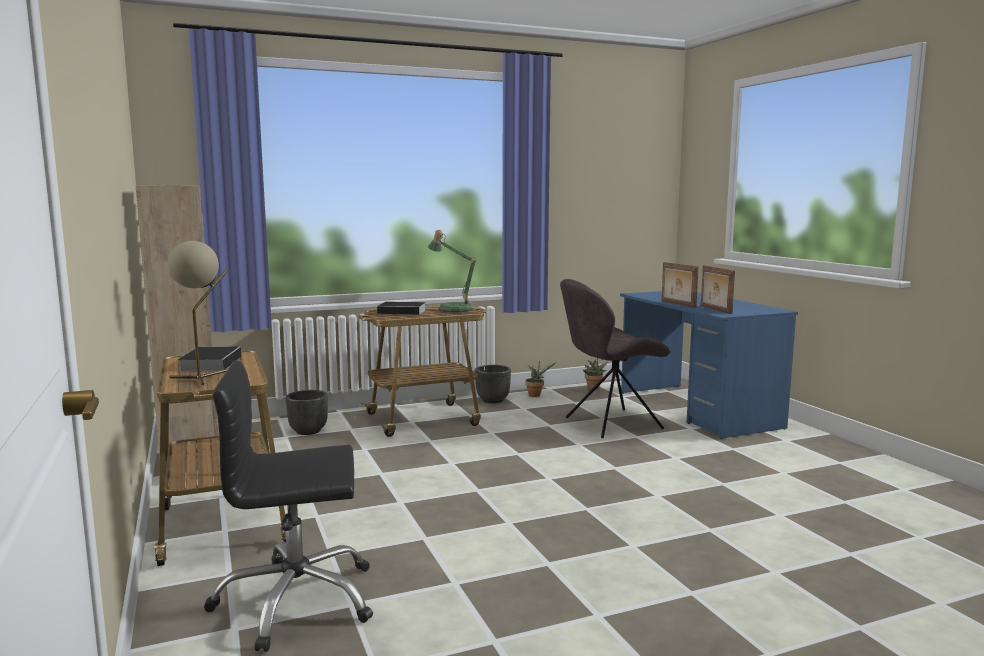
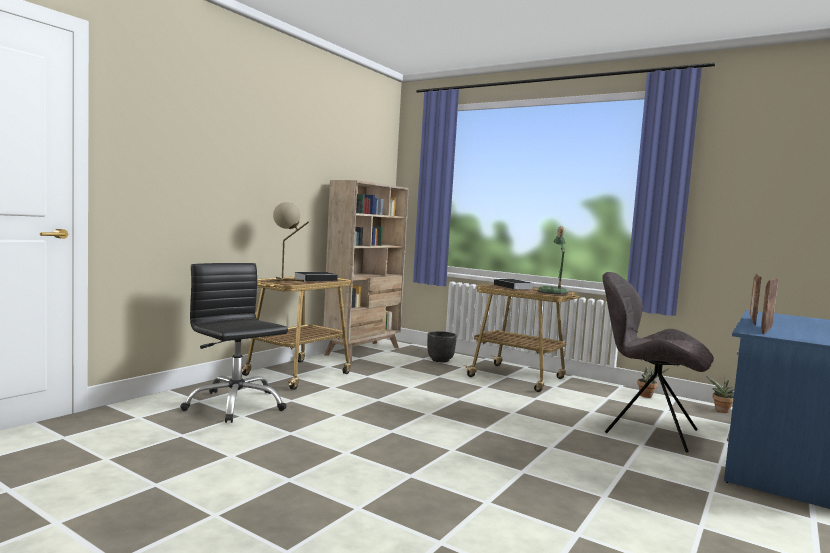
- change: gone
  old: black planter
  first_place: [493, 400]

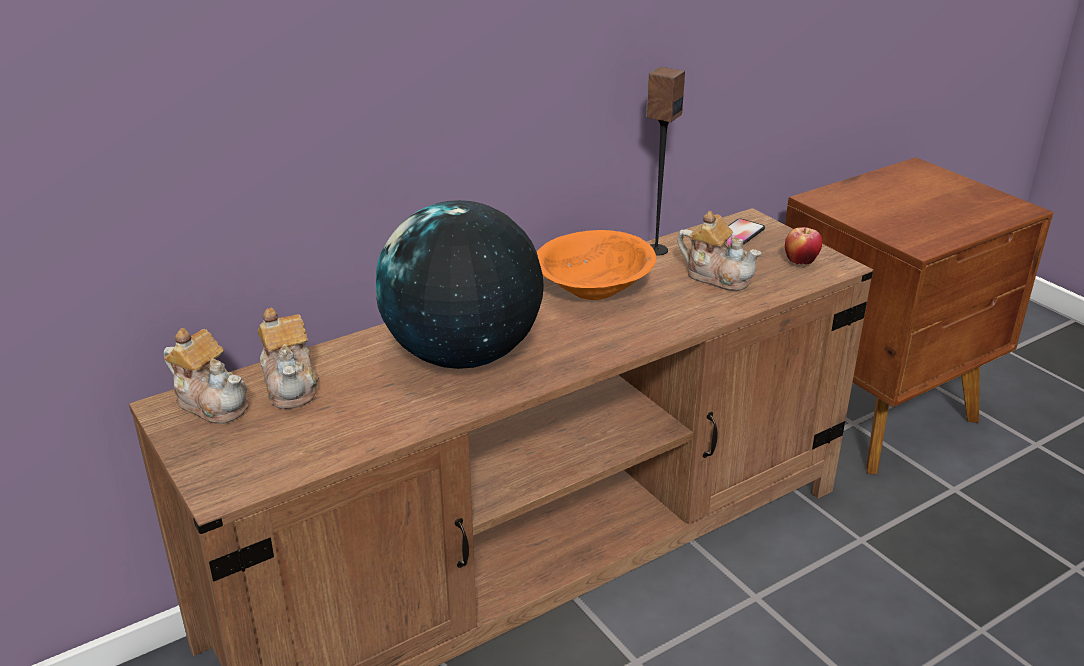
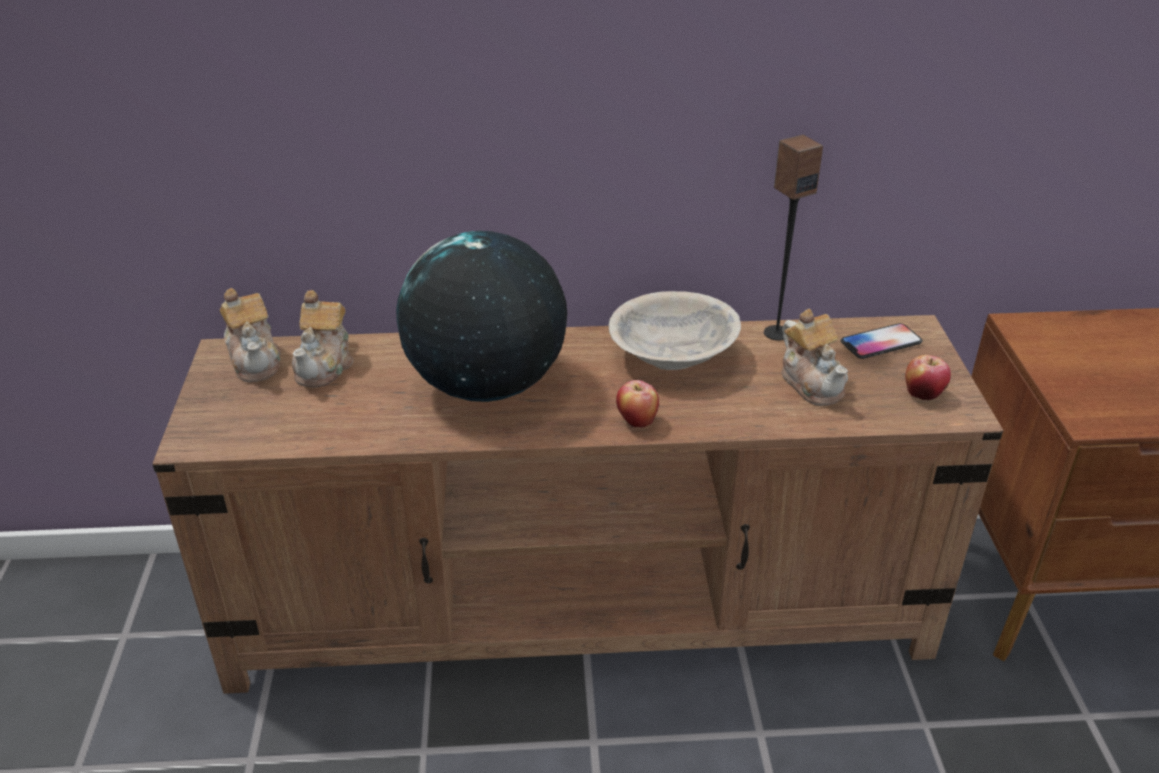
- change: repainted
  old: orange bowl
  new: beige bowl
  first_place: [595, 288]
  second_place: [673, 356]
- change: new
  new: apple
  second_place: [636, 422]

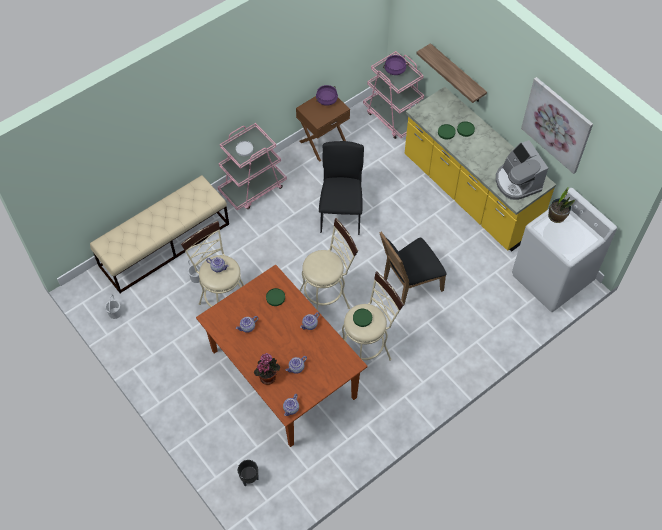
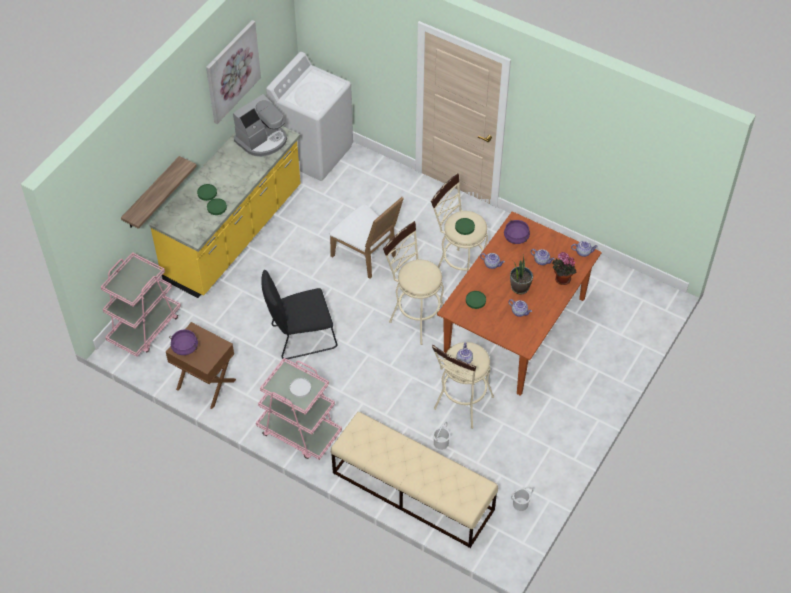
- change: shifted
  old: purple cooking pot
  first_place: [395, 70]
  second_place: [516, 237]
- change: shifted
  old: potted plant
  first_place: [557, 216]
  second_place: [519, 287]
- change: repainted
  old: black chair
  new: white chair
  first_place: [409, 284]
  second_place: [367, 256]
- change: gone
  old: black planter
  first_place: [249, 479]

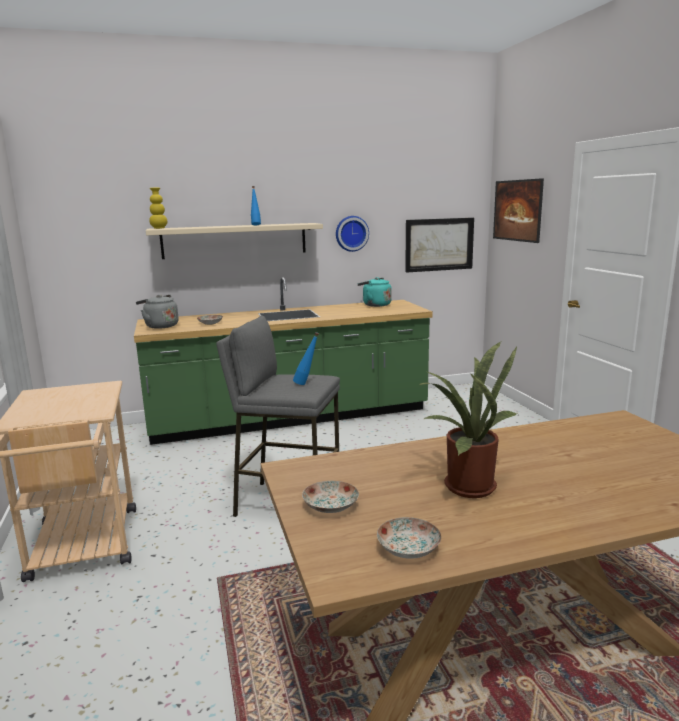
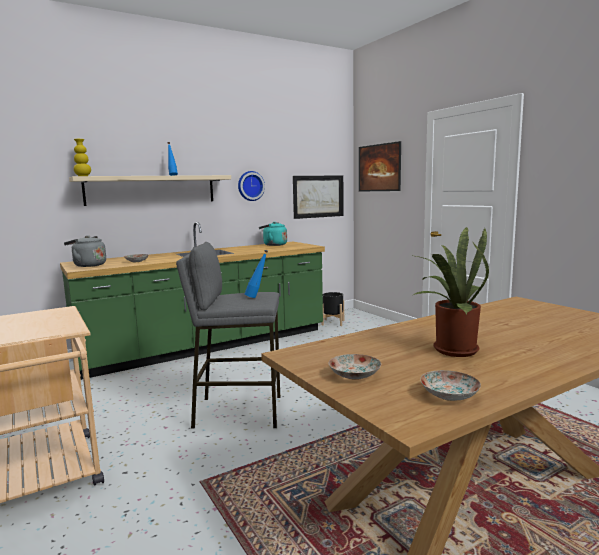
- change: new
  new: black planter
  second_place: [333, 322]

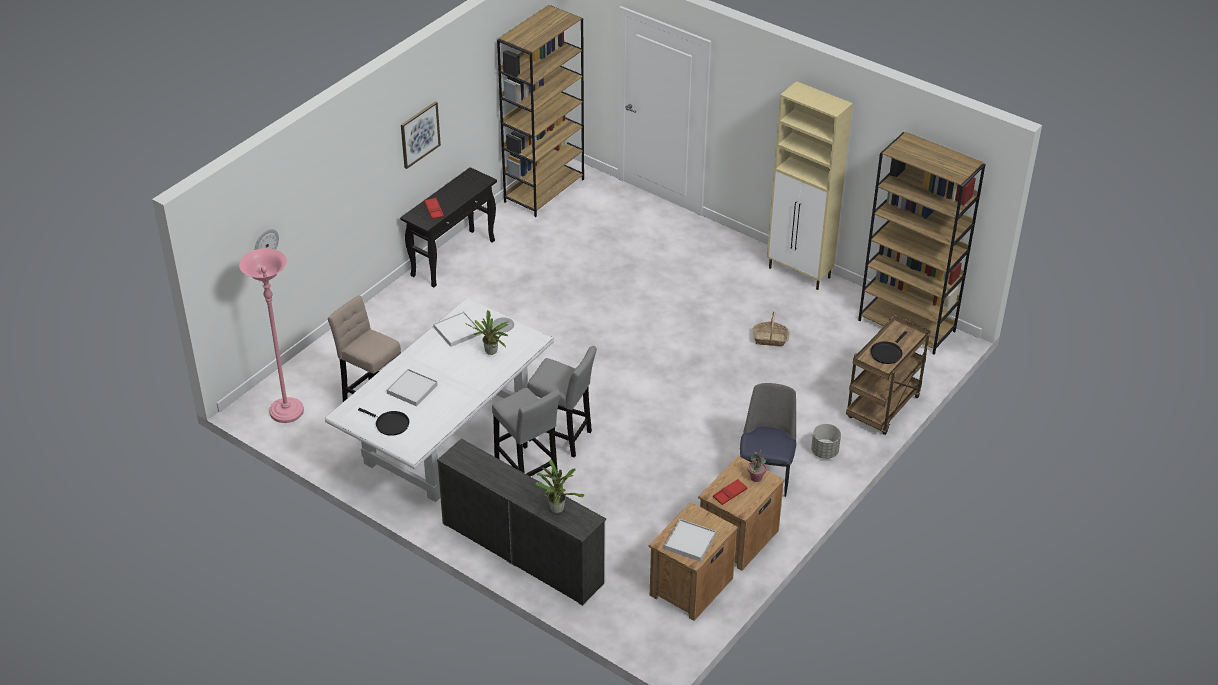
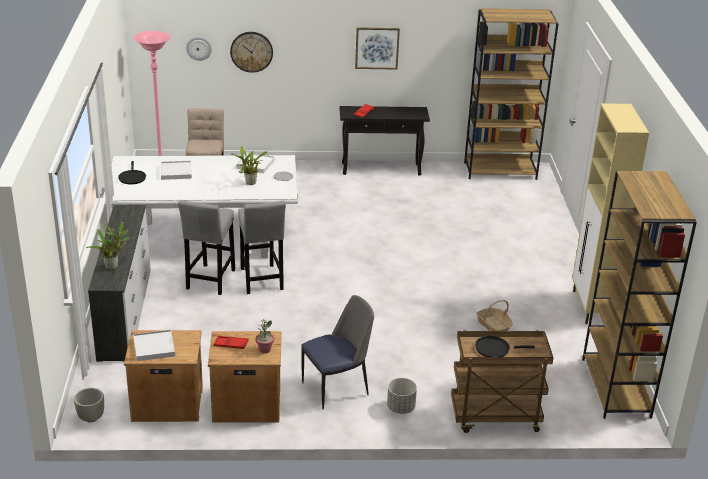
- change: new
  new: wall clock
  second_place: [251, 51]
- change: new
  new: grey planter
  second_place: [91, 417]

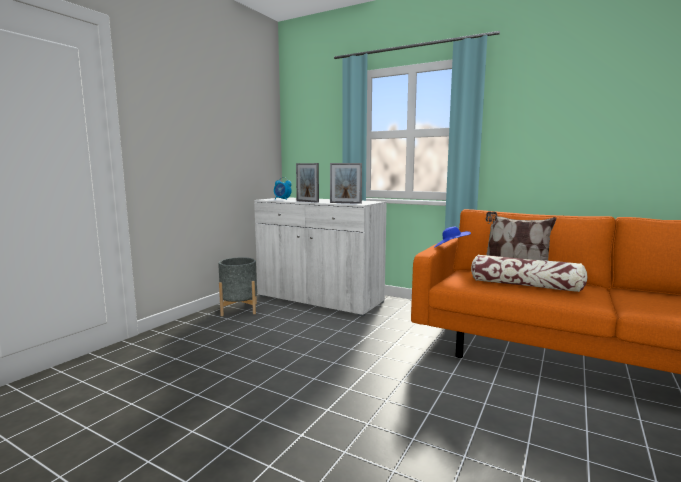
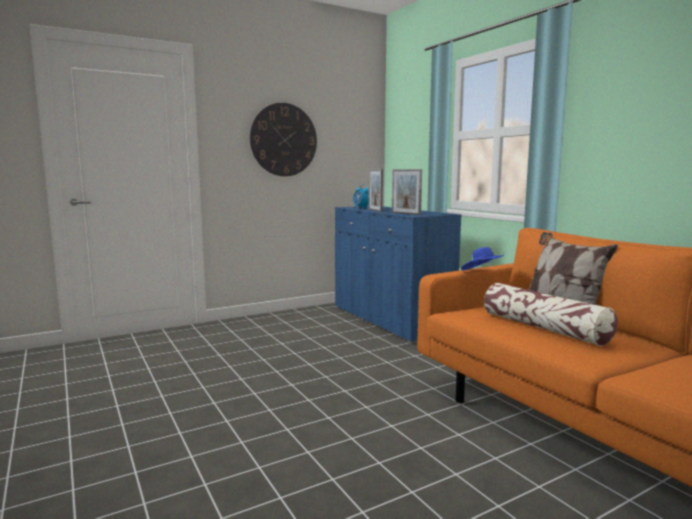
- change: repainted
  old: white cabinet
  new: blue cabinet
  first_place: [319, 299]
  second_place: [390, 320]
- change: gone
  old: grey planter
  first_place: [239, 309]
- change: new
  new: wall clock
  second_place: [284, 140]

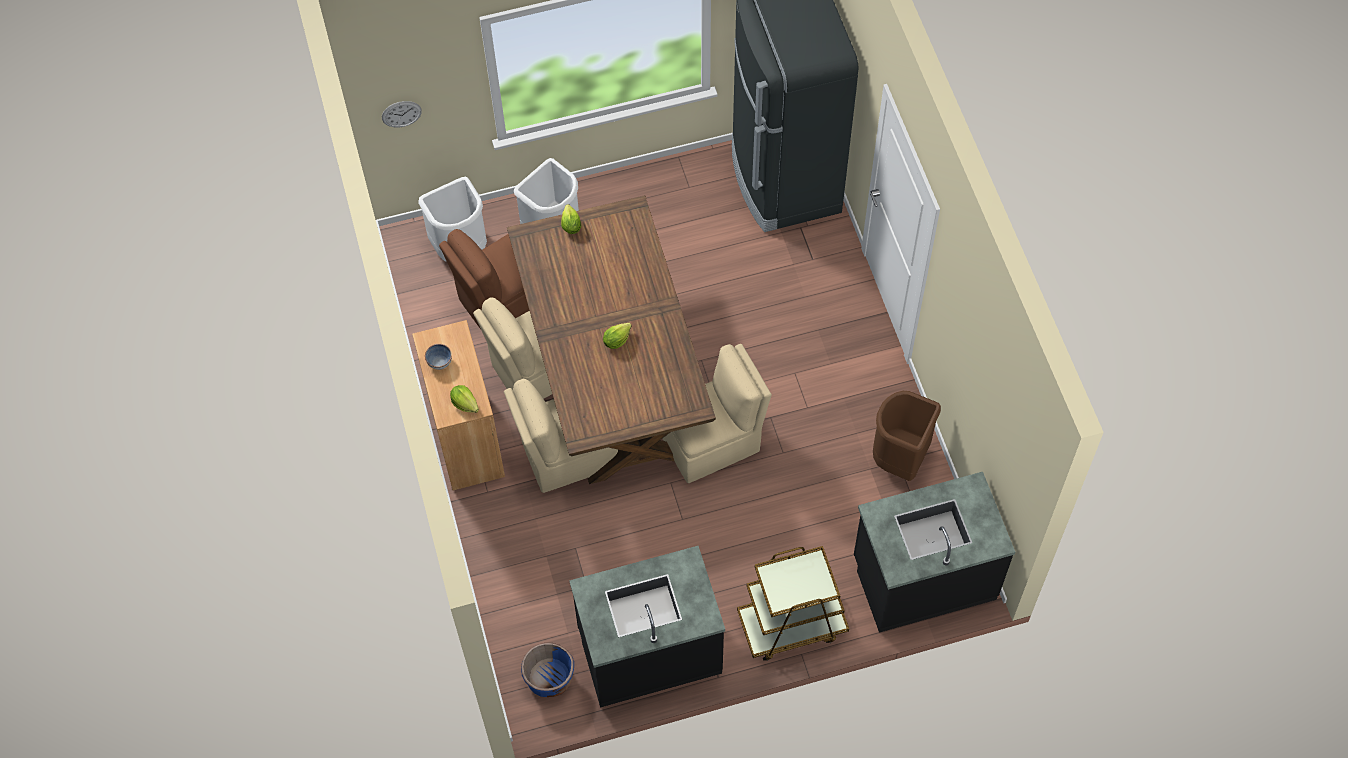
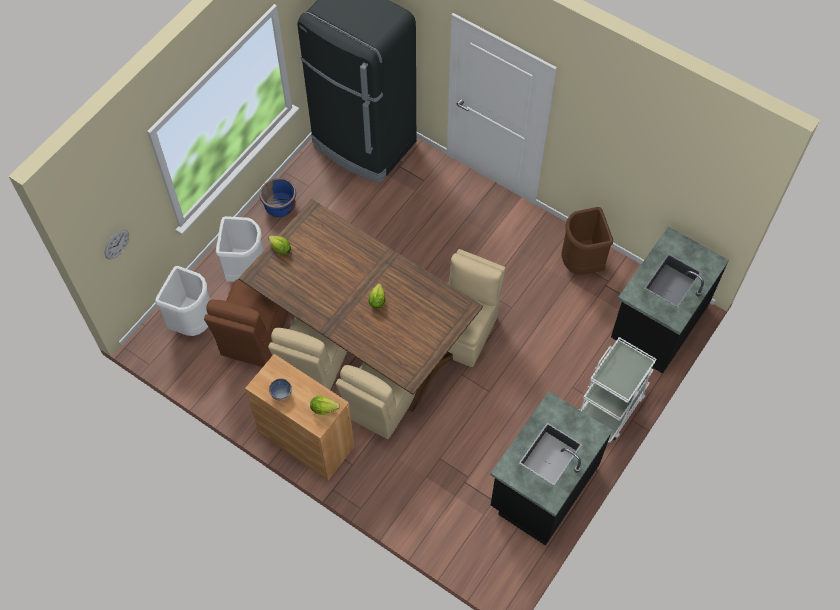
- change: repainted
  old: brown cart
  new: white cart
  first_place: [791, 625]
  second_place: [610, 406]
- change: shifted
  old: blue planter
  first_place: [549, 678]
  second_place: [280, 206]

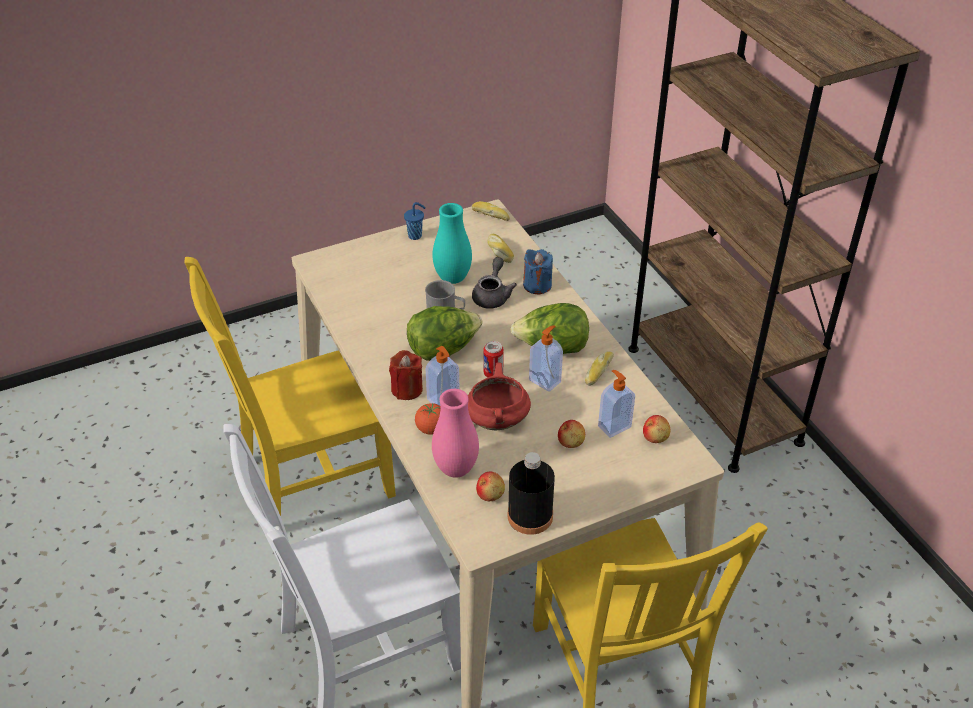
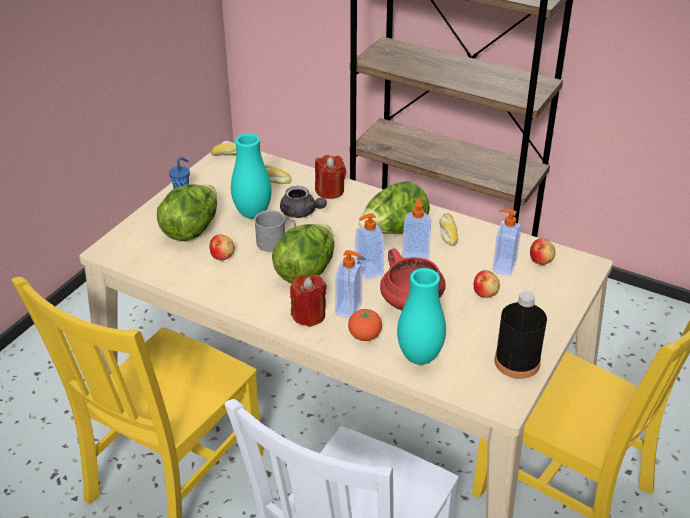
- change: repainted
  old: blue candle
  new: red candle
  first_place: [537, 285]
  second_place: [330, 191]
- change: rotated
  old: grey teapot
  first_place: [492, 295]
  second_place: [301, 213]
  degrees: 150
- change: swapped
  old: can
  new: soap dispenser
  first_place: [493, 373]
  second_place: [368, 271]
- change: repainted
  old: pink vase
  new: turquoise vase
  first_place: [456, 469]
  second_place: [419, 357]
- change: shifted
  old: apple
  first_place: [490, 494]
  second_place: [222, 255]
- change: new
  new: lettuce
  second_place: [191, 229]

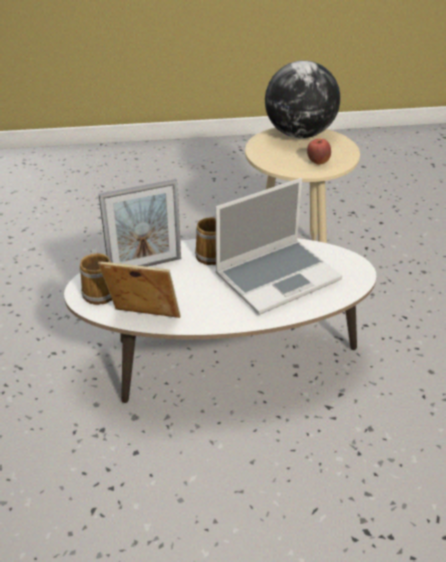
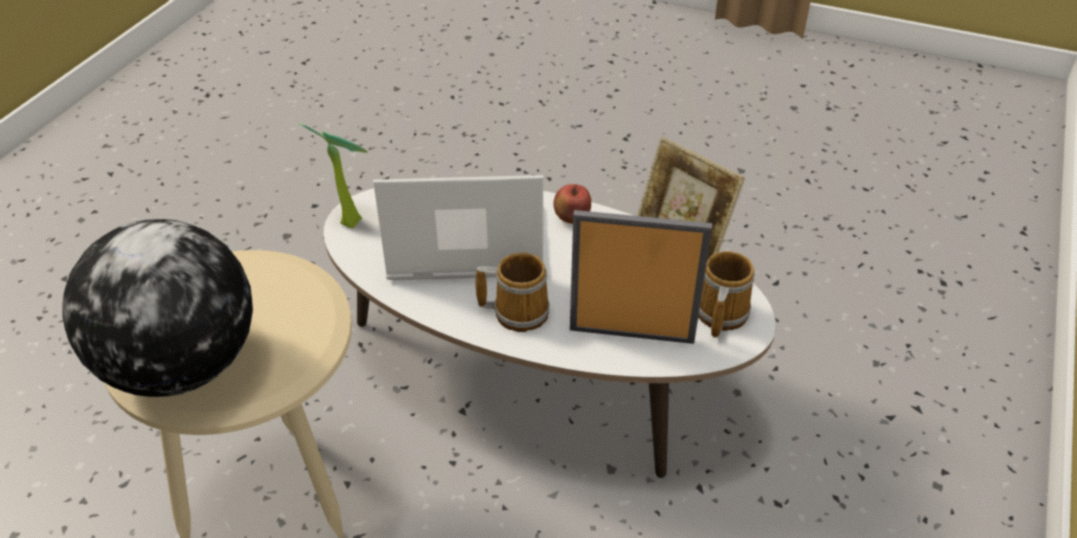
- change: shifted
  old: apple
  first_place: [318, 162]
  second_place: [572, 219]
- change: new
  new: potted plant
  second_place: [350, 219]

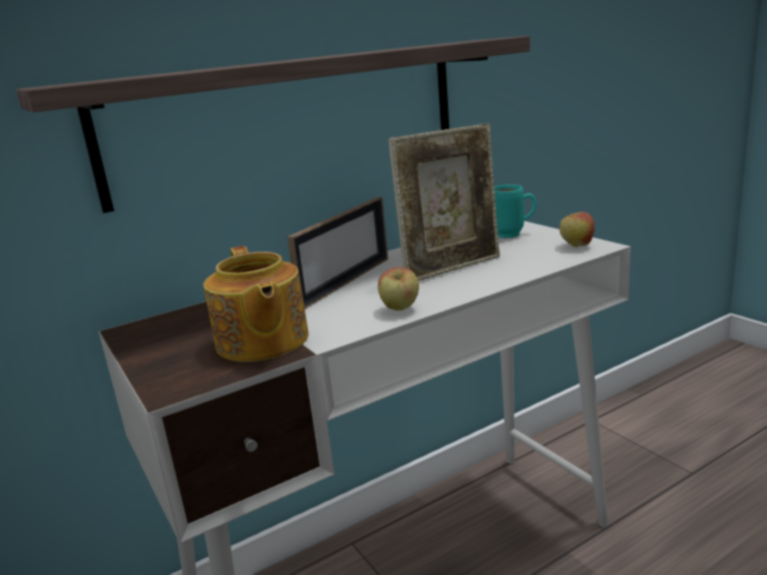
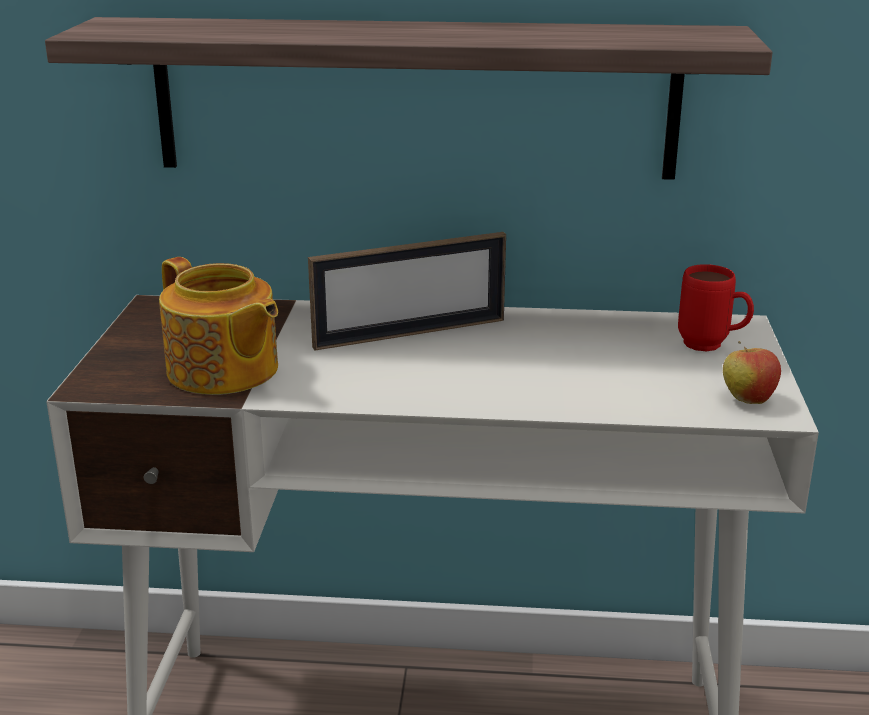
- change: gone
  old: picture frame
  first_place: [452, 269]
- change: repainted
  old: turquoise mug
  new: red mug
  first_place: [514, 234]
  second_place: [712, 347]
- change: rotated
  old: teapot
  first_place: [261, 342]
  second_place: [223, 371]
  degrees: -60
- change: gone
  old: apple
  first_place: [400, 309]

